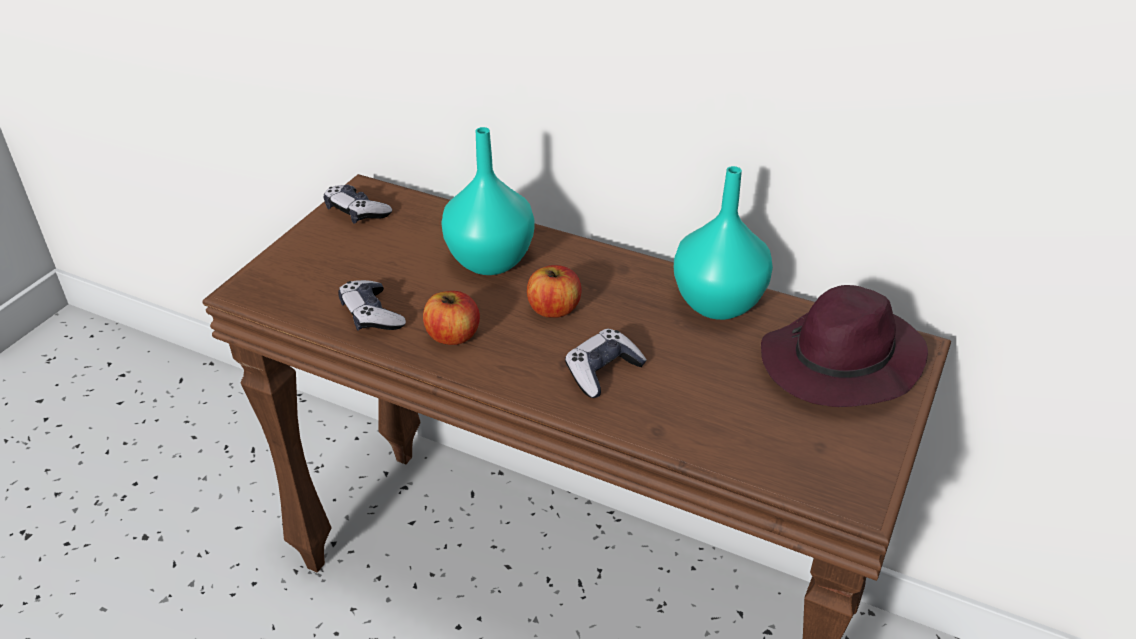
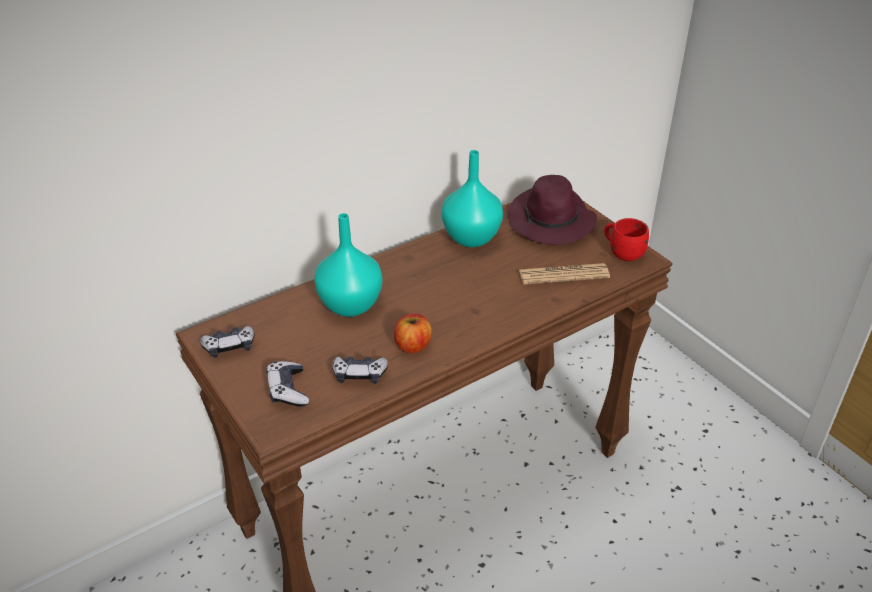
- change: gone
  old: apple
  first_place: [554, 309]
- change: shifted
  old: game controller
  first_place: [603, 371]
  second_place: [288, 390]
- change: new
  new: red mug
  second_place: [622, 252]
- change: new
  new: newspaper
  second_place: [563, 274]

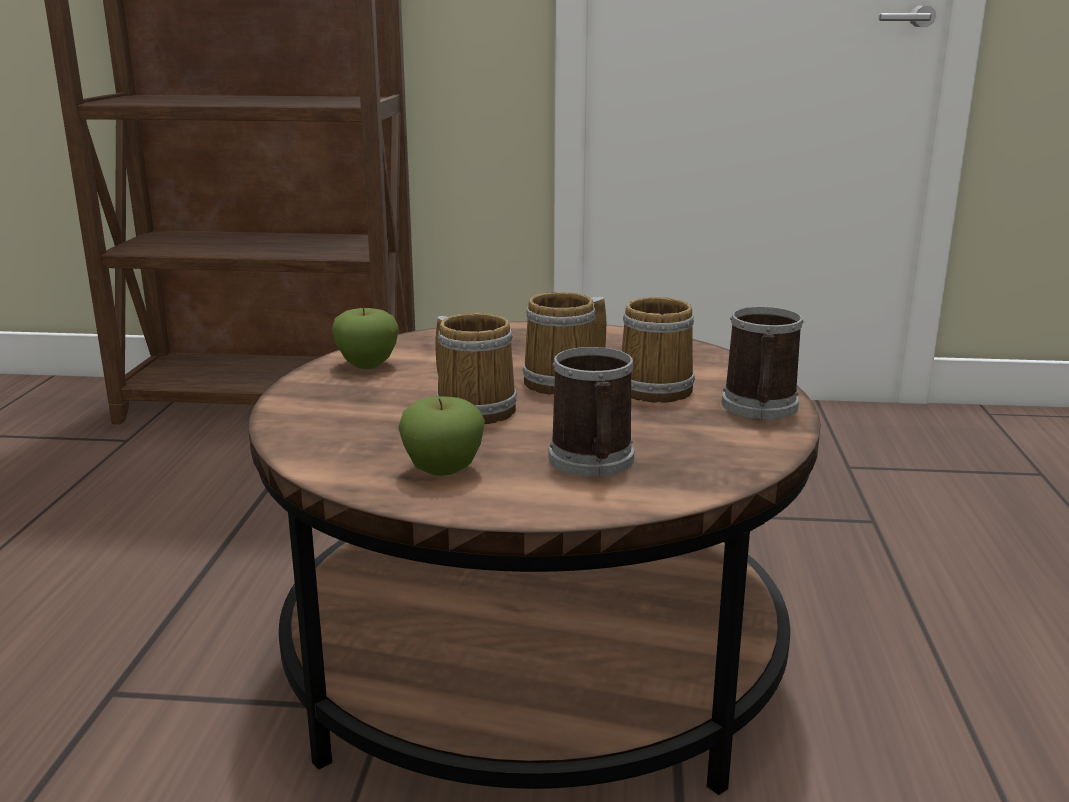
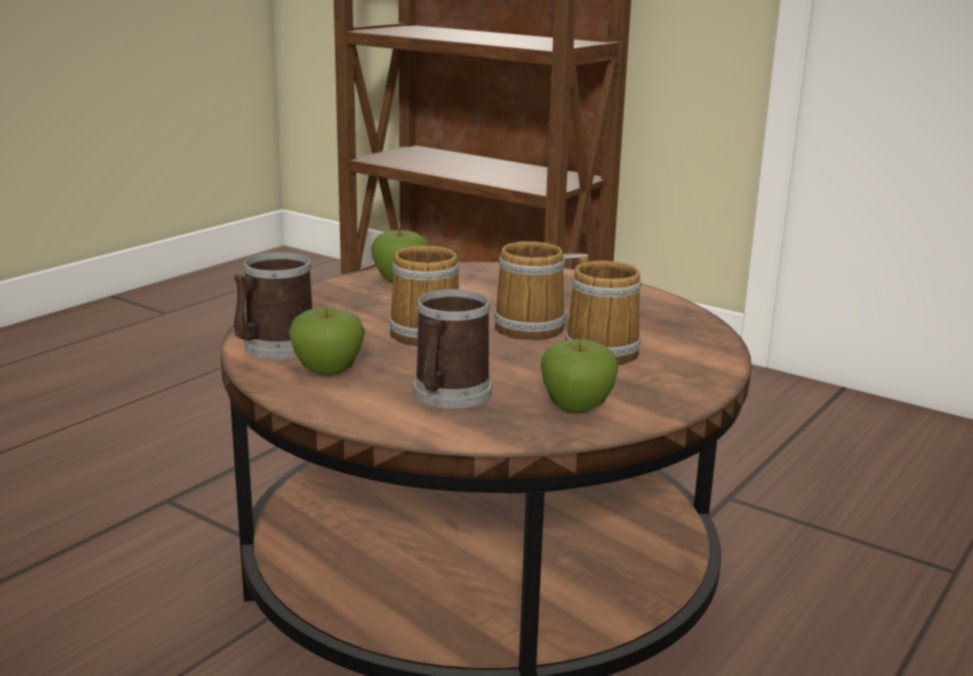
- change: shifted
  old: mug
  first_place: [760, 408]
  second_place: [274, 348]
- change: new
  new: apple
  second_place: [576, 408]

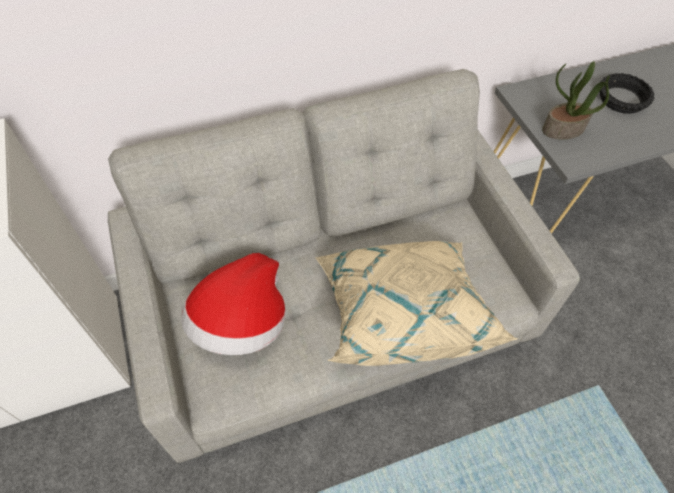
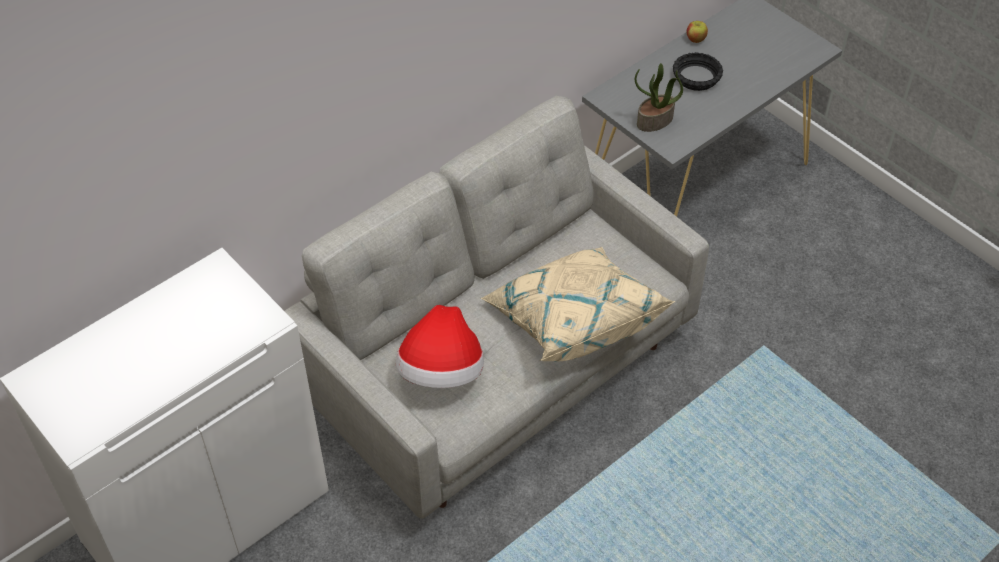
- change: new
  new: apple
  second_place: [695, 39]

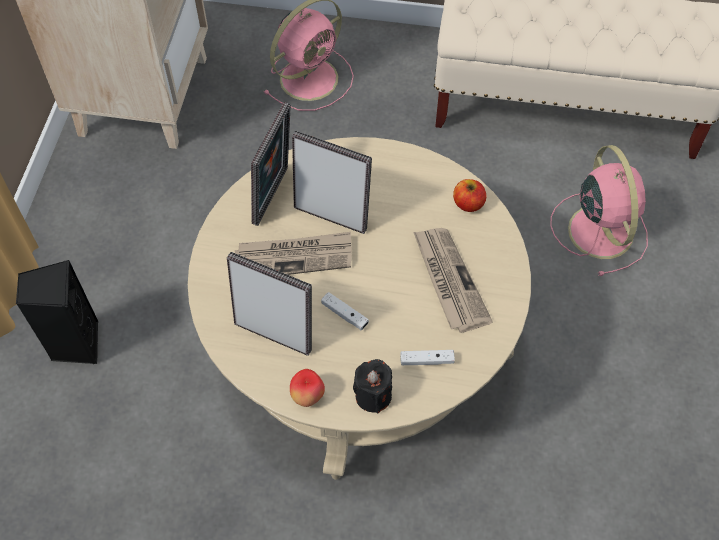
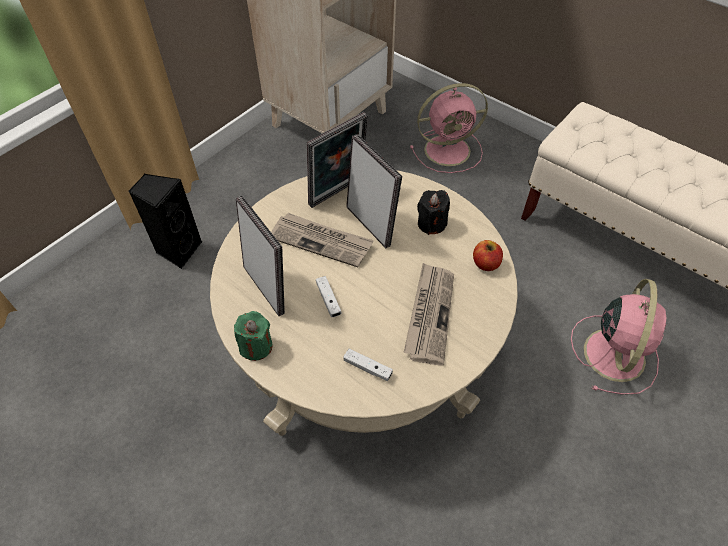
- change: shifted
  old: black candle
  first_place: [373, 395]
  second_place: [431, 224]
- change: swapped
  old: apple
  new: green candle
  first_place: [307, 396]
  second_place: [256, 346]

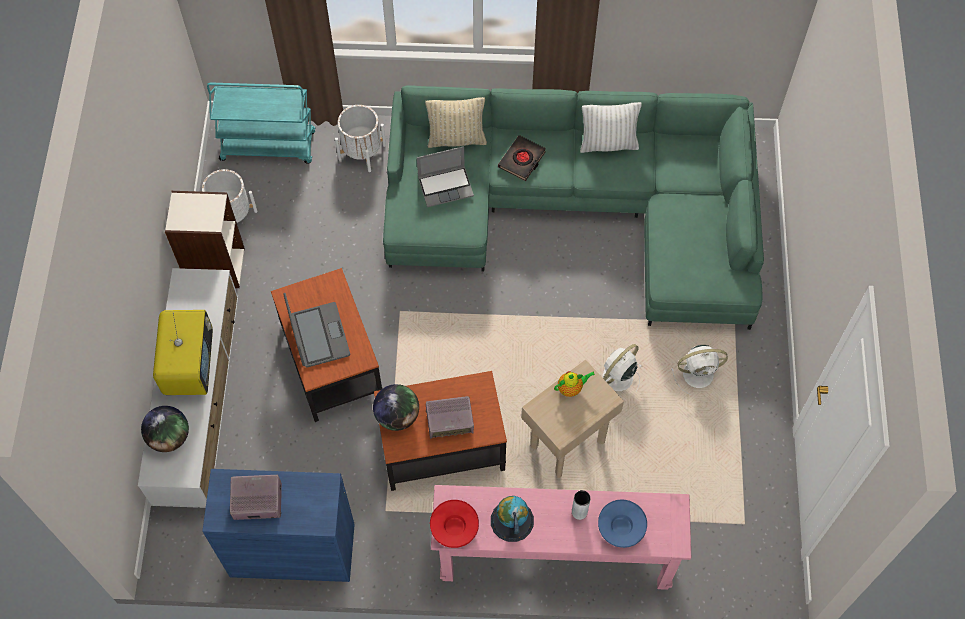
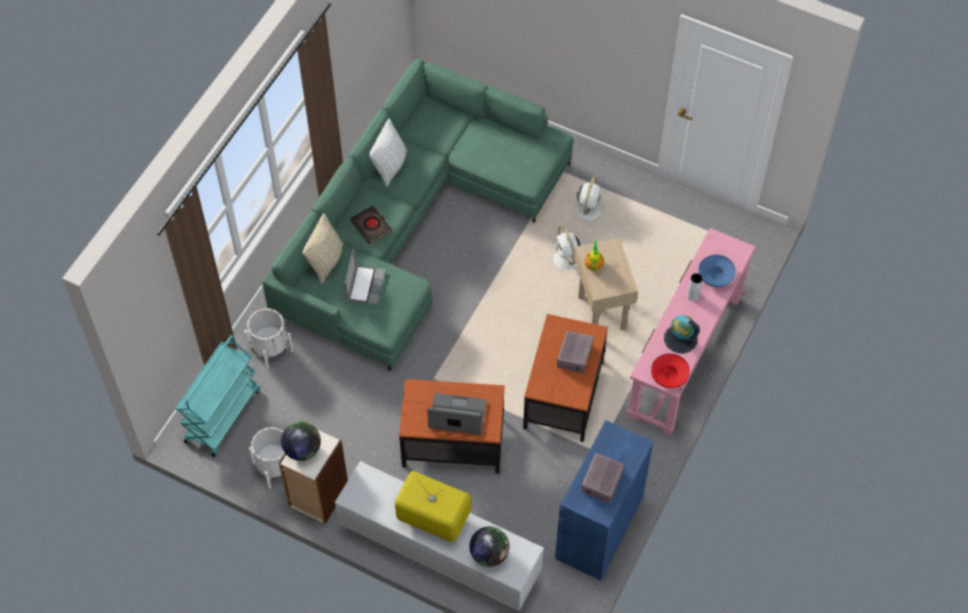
- change: shifted
  old: globe
  first_place: [397, 416]
  second_place: [302, 449]

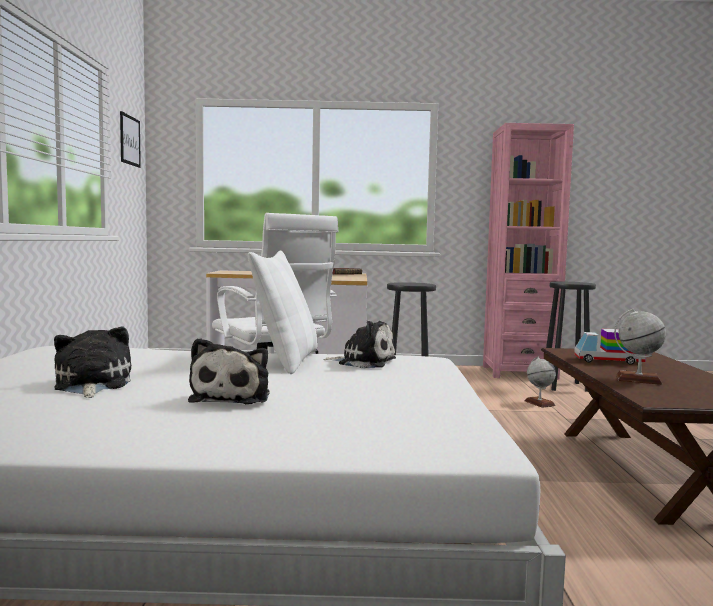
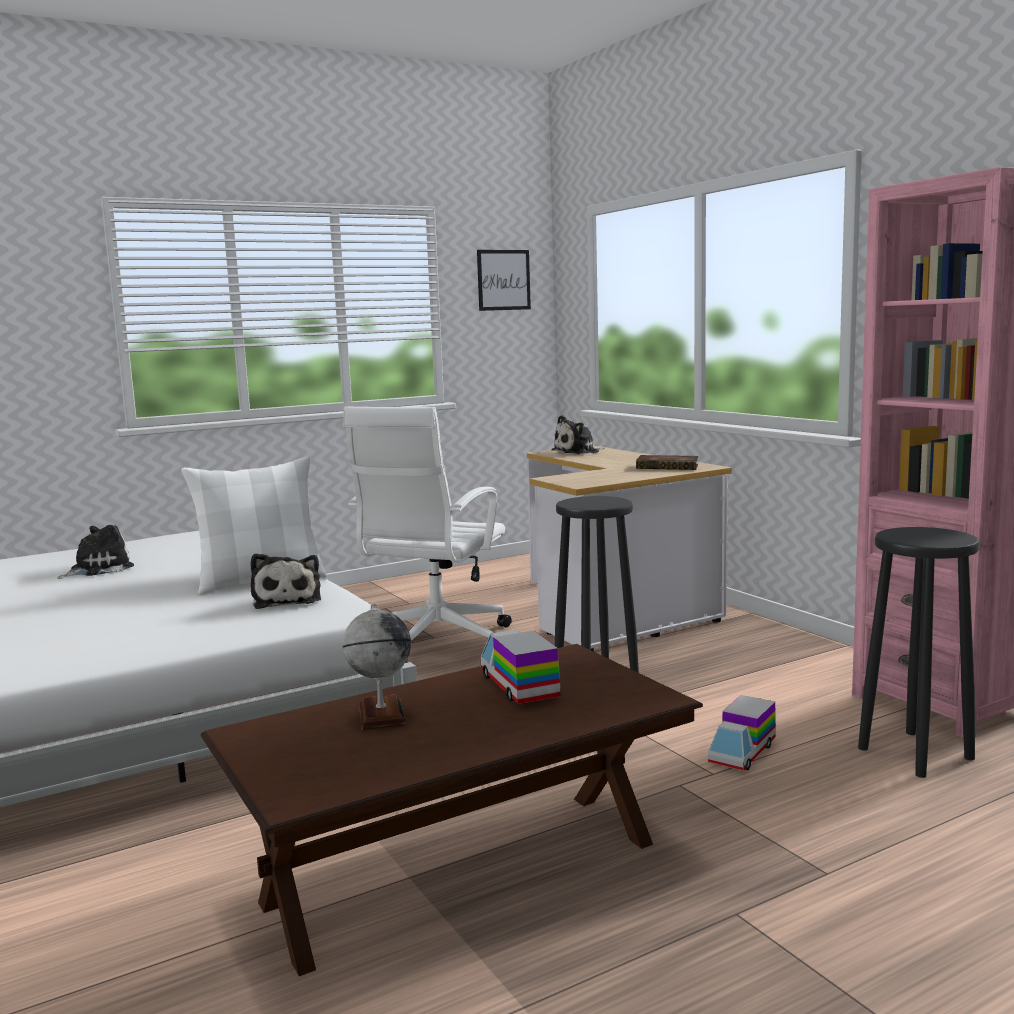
- change: shifted
  old: plush toy
  first_place: [233, 397]
  second_place: [578, 451]
- change: swapped
  old: globe
  new: toy truck
  first_place: [539, 403]
  second_place: [742, 753]

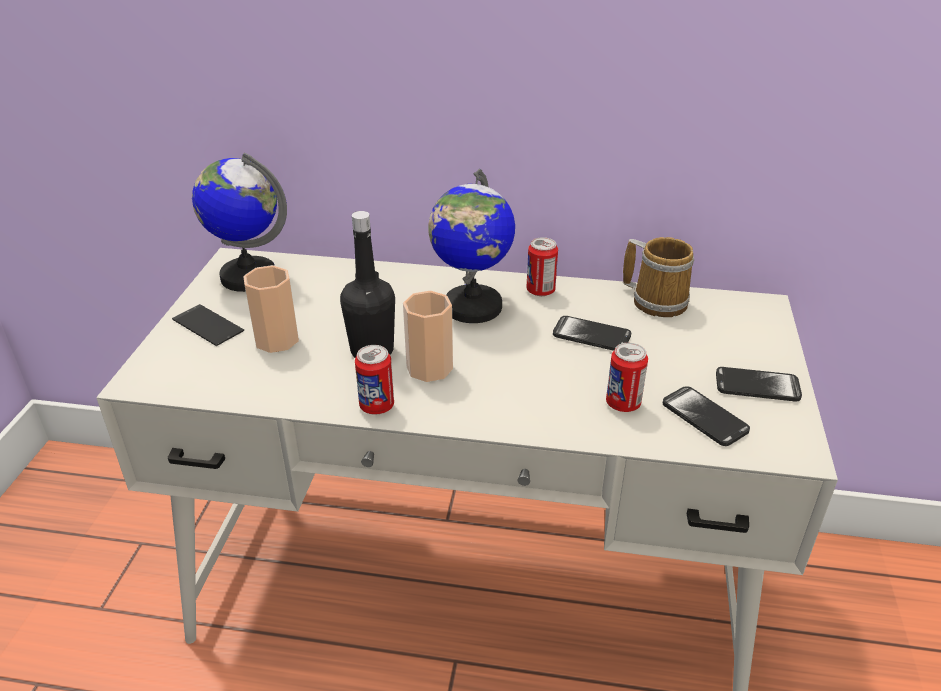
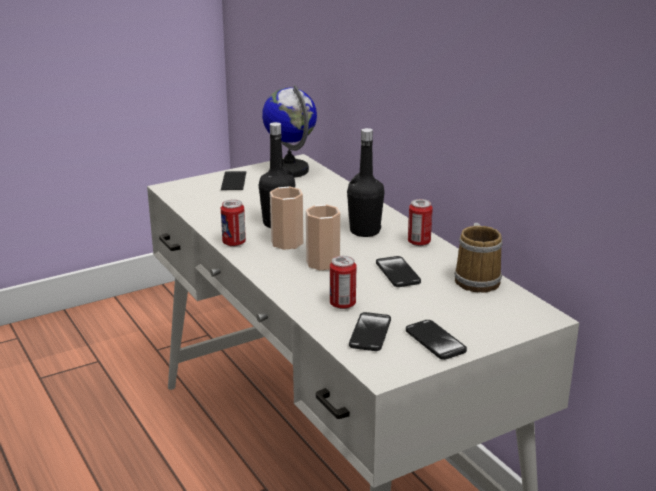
- change: swapped
  old: globe
  new: black bottle
  first_place: [472, 307]
  second_place: [364, 231]
- change: shifted
  old: cup
  first_place: [277, 340]
  second_place: [323, 263]

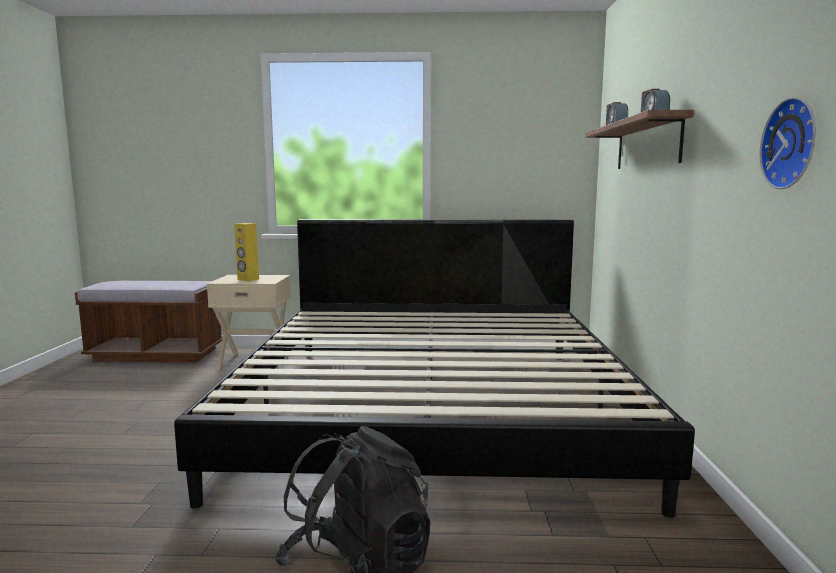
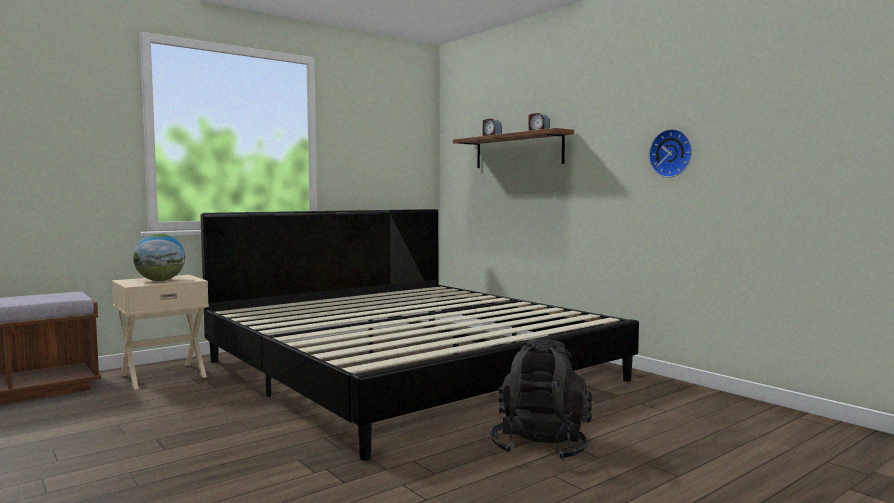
- change: swapped
  old: yellow speaker
  new: globe
  first_place: [248, 279]
  second_place: [160, 280]

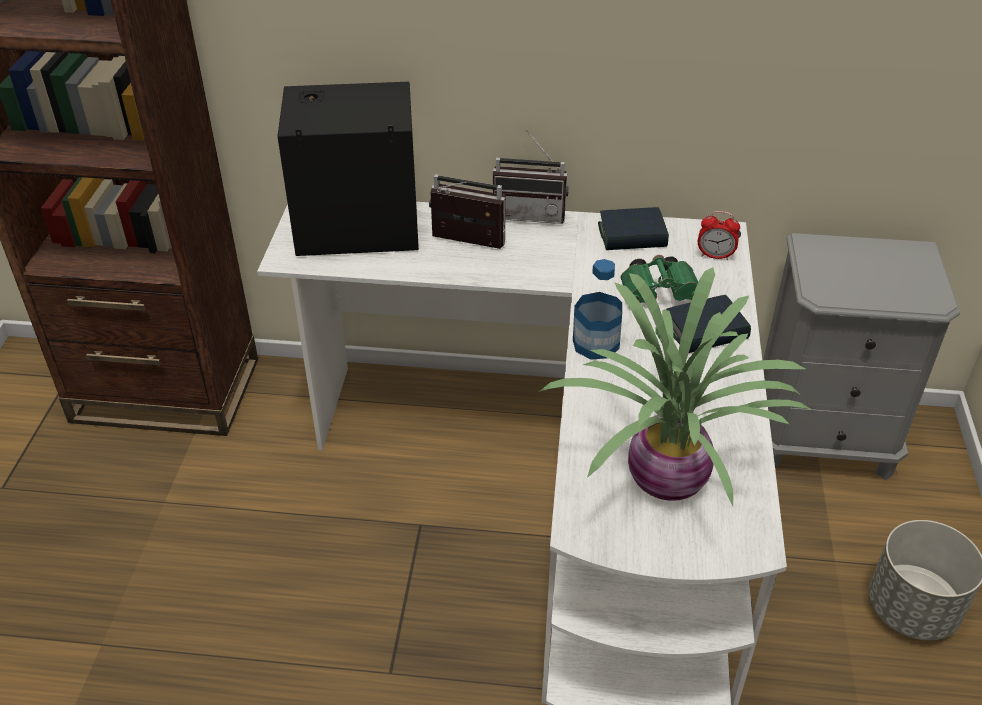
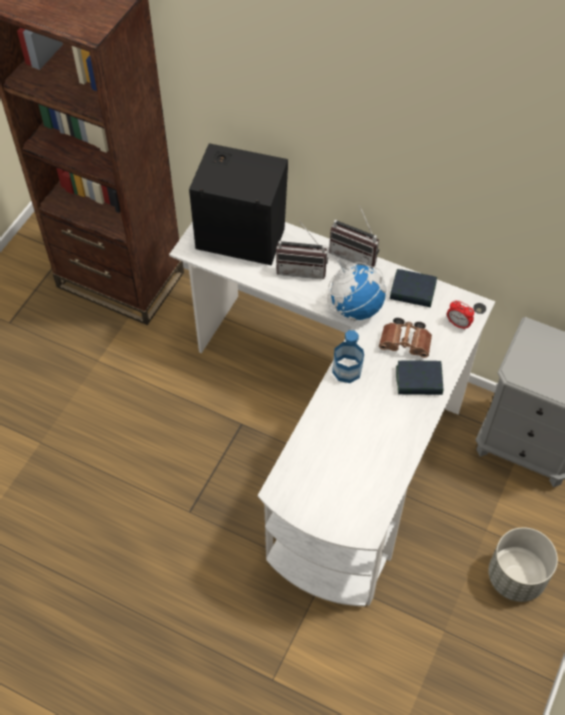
- change: rotated
  old: radio
  first_place: [464, 244]
  second_place: [302, 268]
  degrees: 150
- change: repainted
  old: green binoculars
  new: brown binoculars
  first_place: [660, 293]
  second_place: [406, 344]
- change: gone
  old: potted plant
  first_place: [668, 477]
- change: new
  new: globe
  second_place: [355, 307]

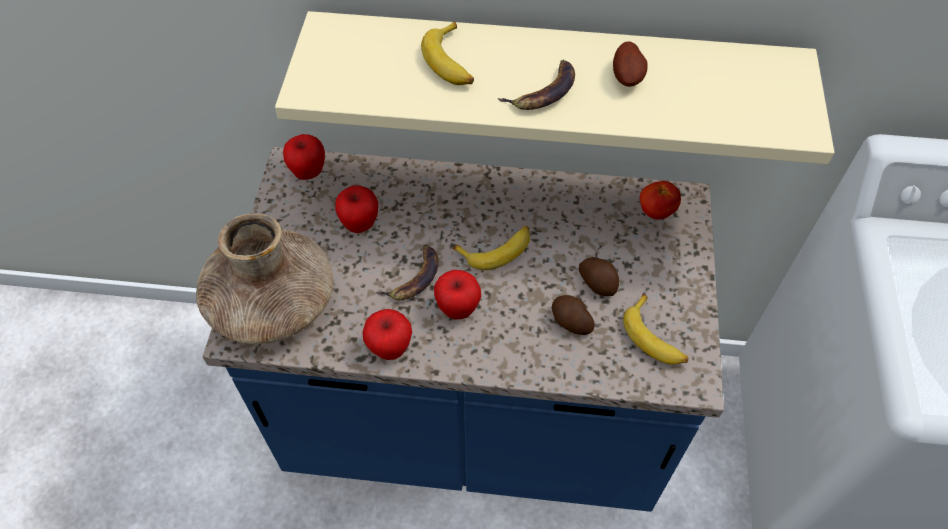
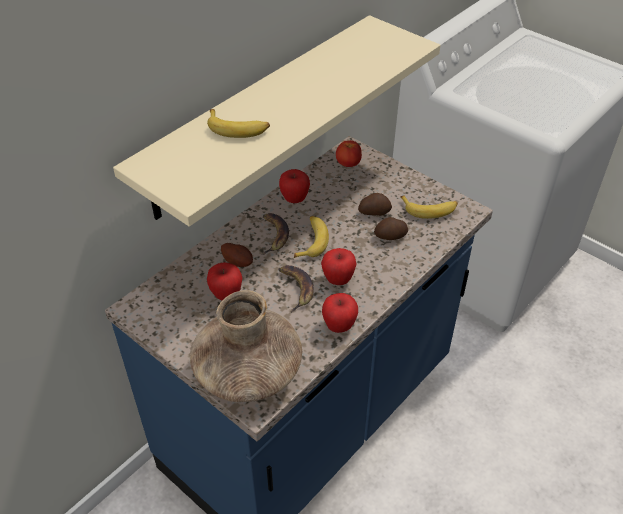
- change: shifted
  old: potato
  first_place: [627, 77]
  second_place: [238, 261]
- change: shifted
  old: banana
  first_place: [544, 91]
  second_place: [273, 235]
- change: shifted
  old: apple
  first_place: [308, 172]
  second_place: [294, 199]

